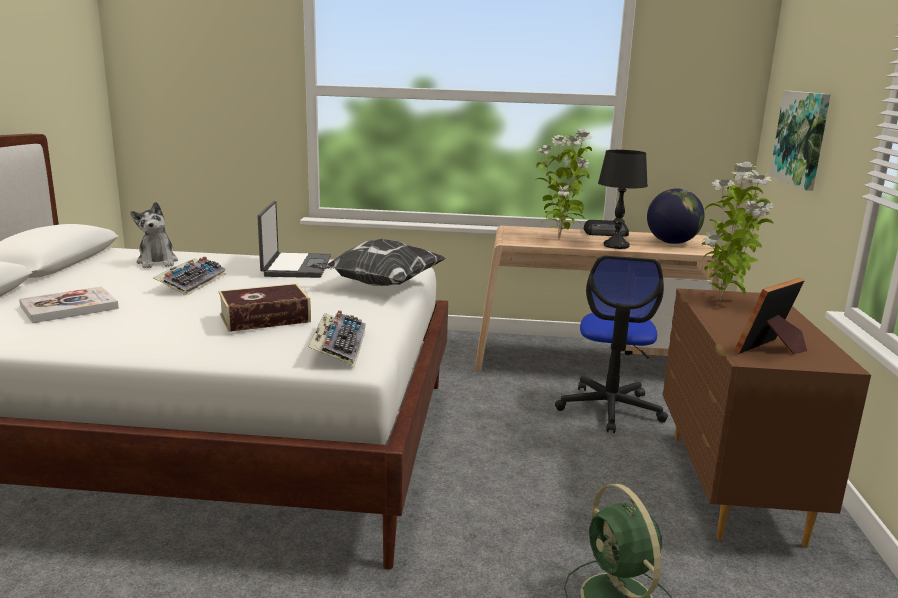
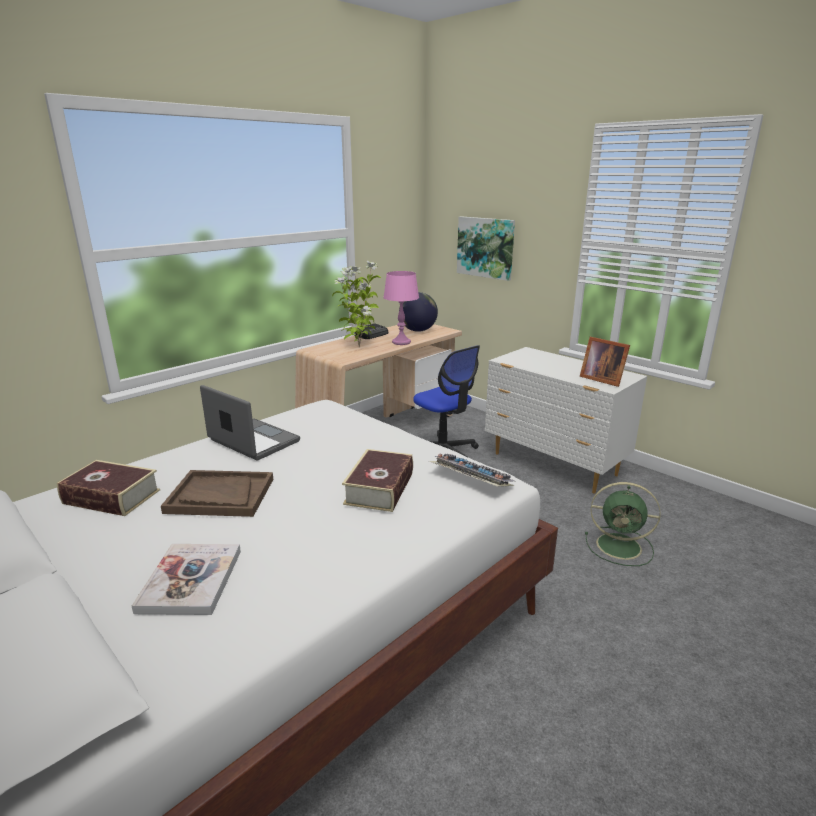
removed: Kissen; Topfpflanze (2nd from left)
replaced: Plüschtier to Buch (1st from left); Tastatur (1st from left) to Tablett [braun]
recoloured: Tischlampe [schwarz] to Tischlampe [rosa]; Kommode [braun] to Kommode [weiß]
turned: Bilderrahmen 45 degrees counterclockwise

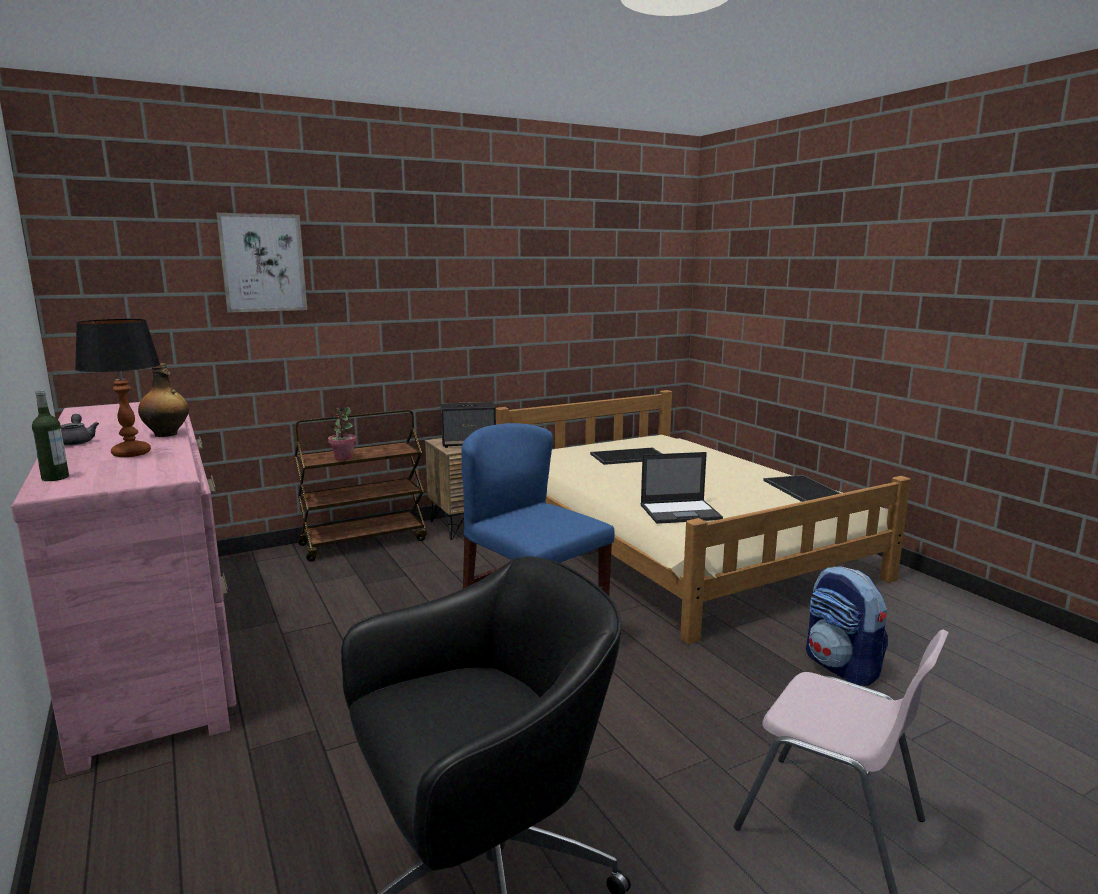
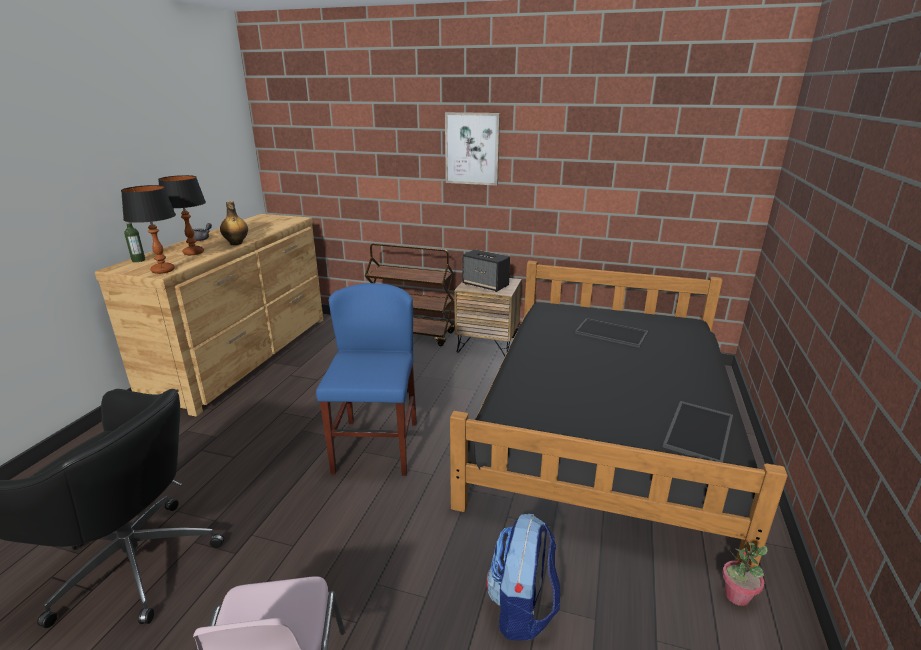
removed: Laptop
added: Tischlampe (1st from left)
moved: Bild; Topfpflanze
recoloured: Kommode [rosa] to Kommode [braun]; Bett [beige] to Bett [schwarz]

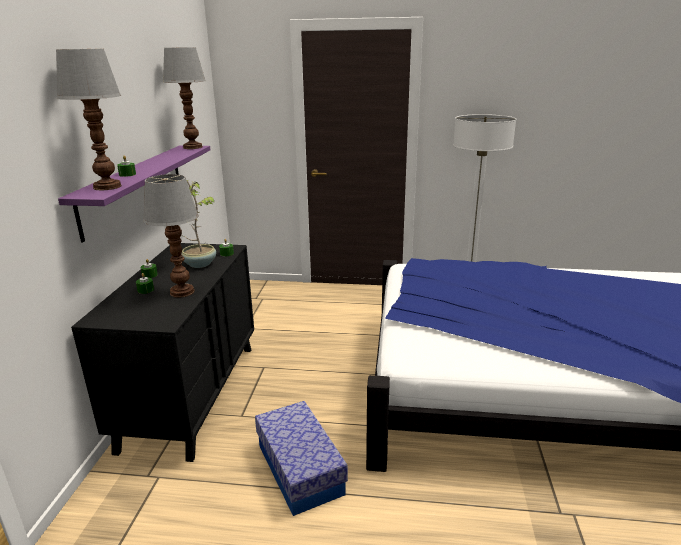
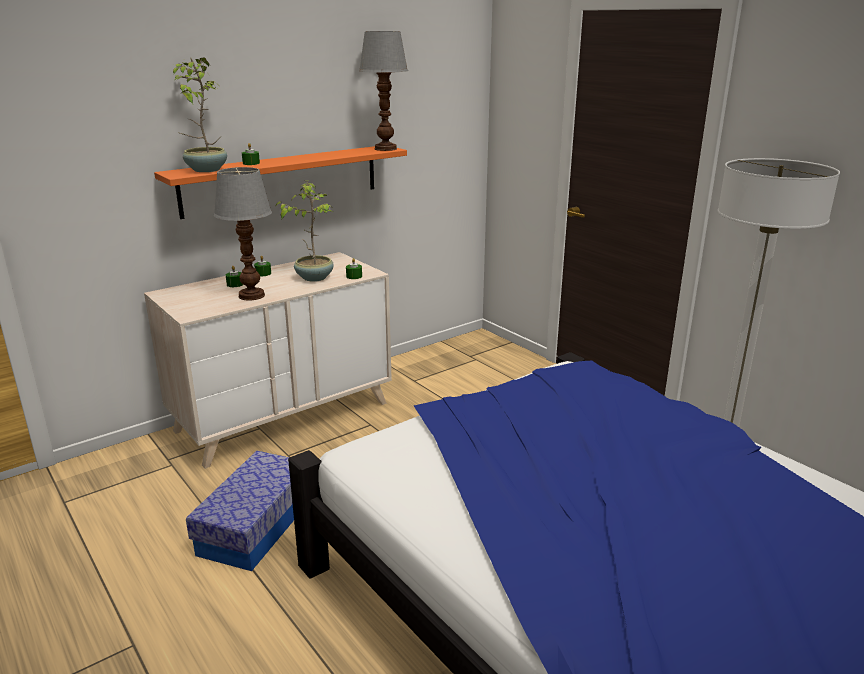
replaced: Tischlampe (1st from left) to Topfpflanze (1st from left)
recoloured: Wandregal [lila] to Wandregal [orange]; Kommode [schwarz] to Kommode [beige]

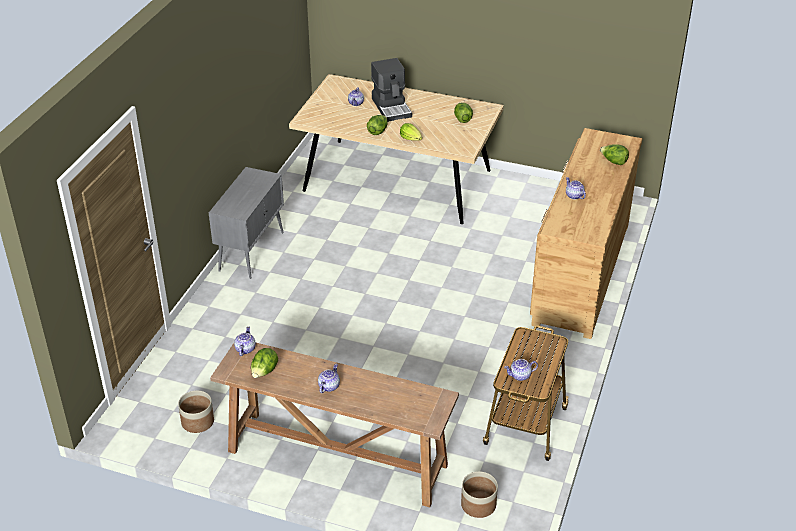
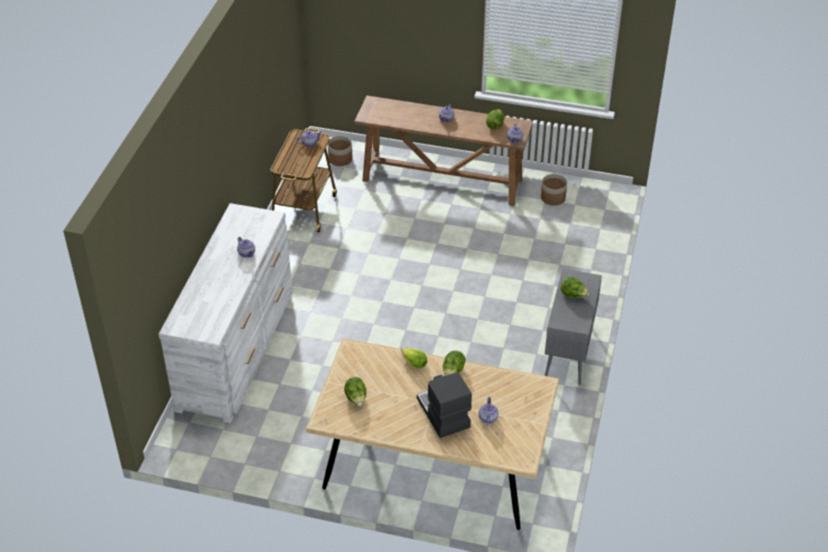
moved: Salatkopf (5th from left)
recoloured: Kommode [braun] to Kommode [weiß]

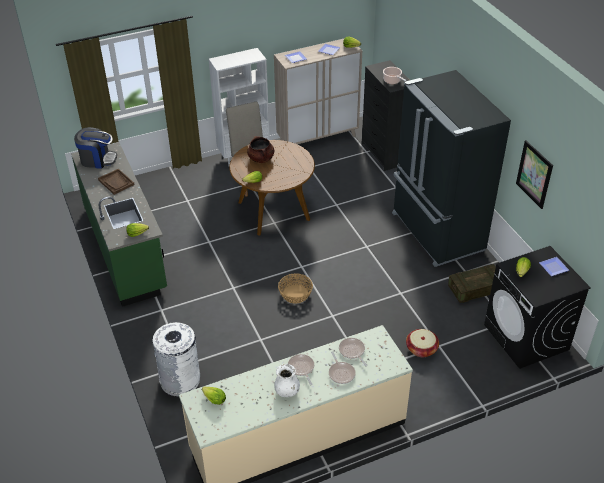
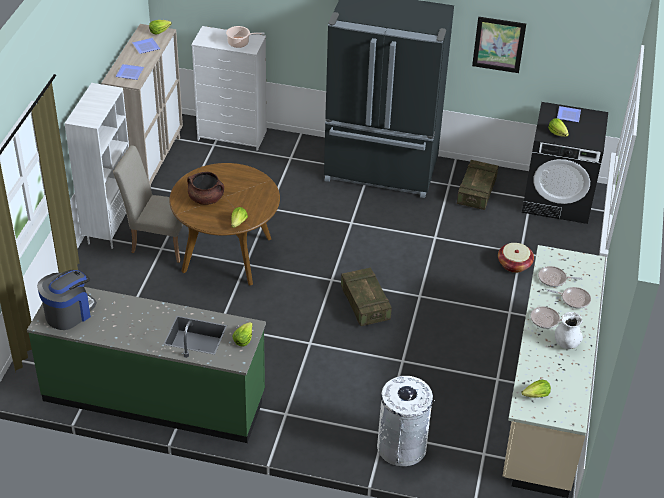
removed: Tablett [braun]
replaced: Korb (1st from left) to Kiste (1st from left)
recoloured: Kommode [schwarz] to Kommode [weiß]

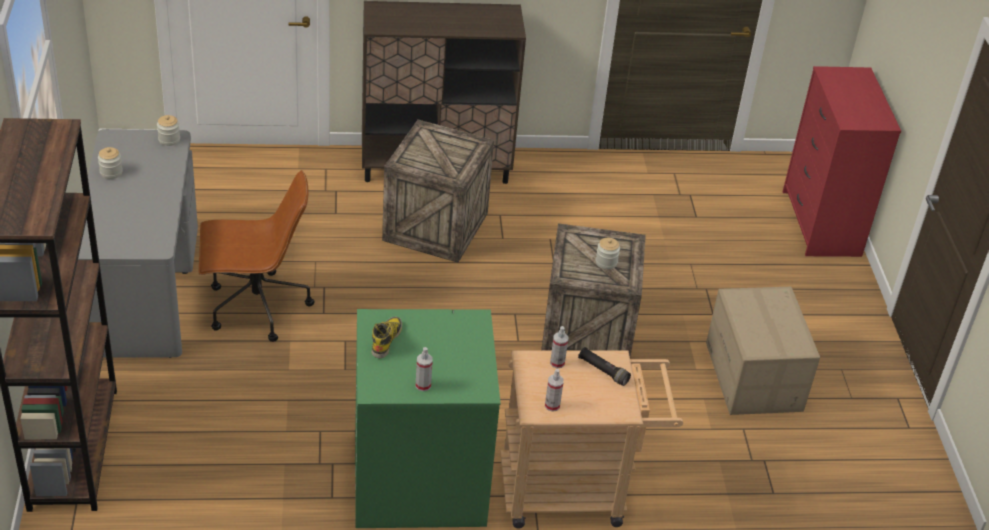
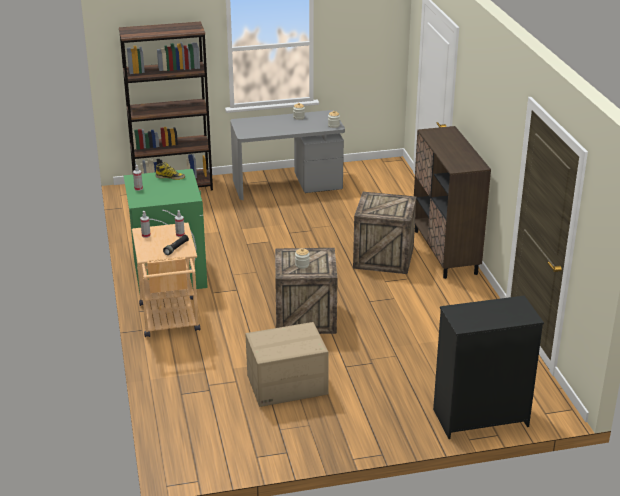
removed: Bürostuhl [braun]
recoloured: Kommode [rot] to Kommode [schwarz]

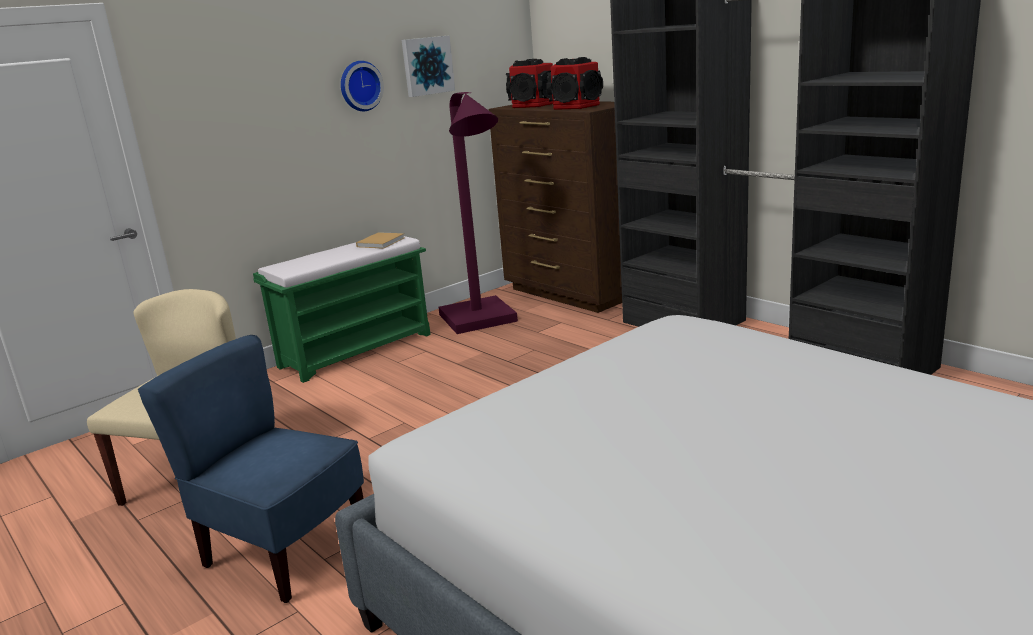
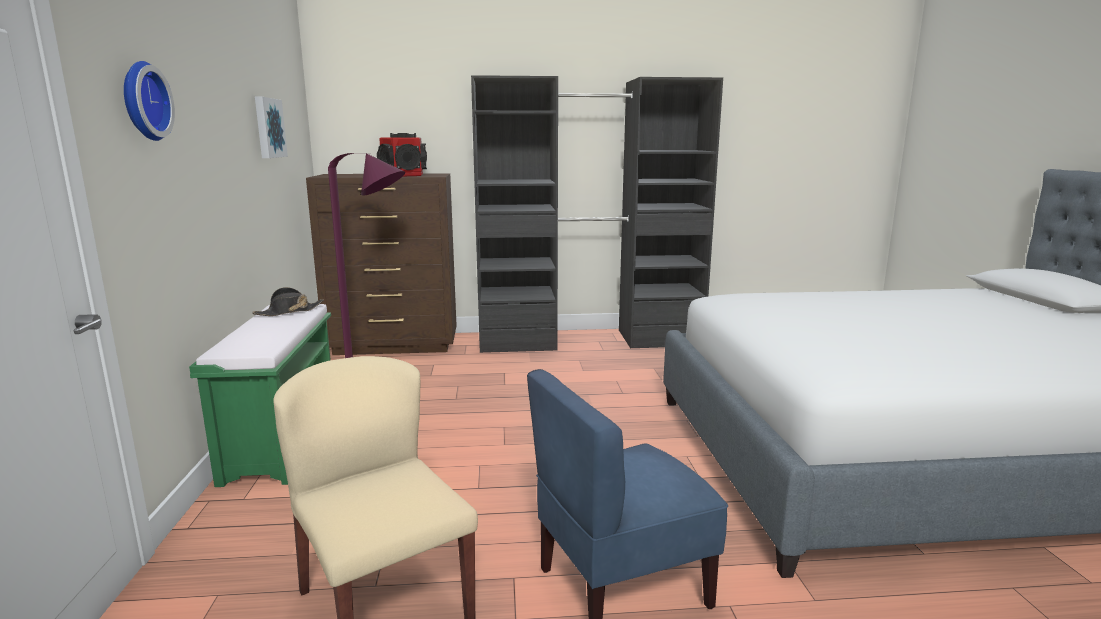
removed: Lautsprecher (1st from left)
moved: Wanduhr
replaced: Buch [beige] to Hut [schwarz]

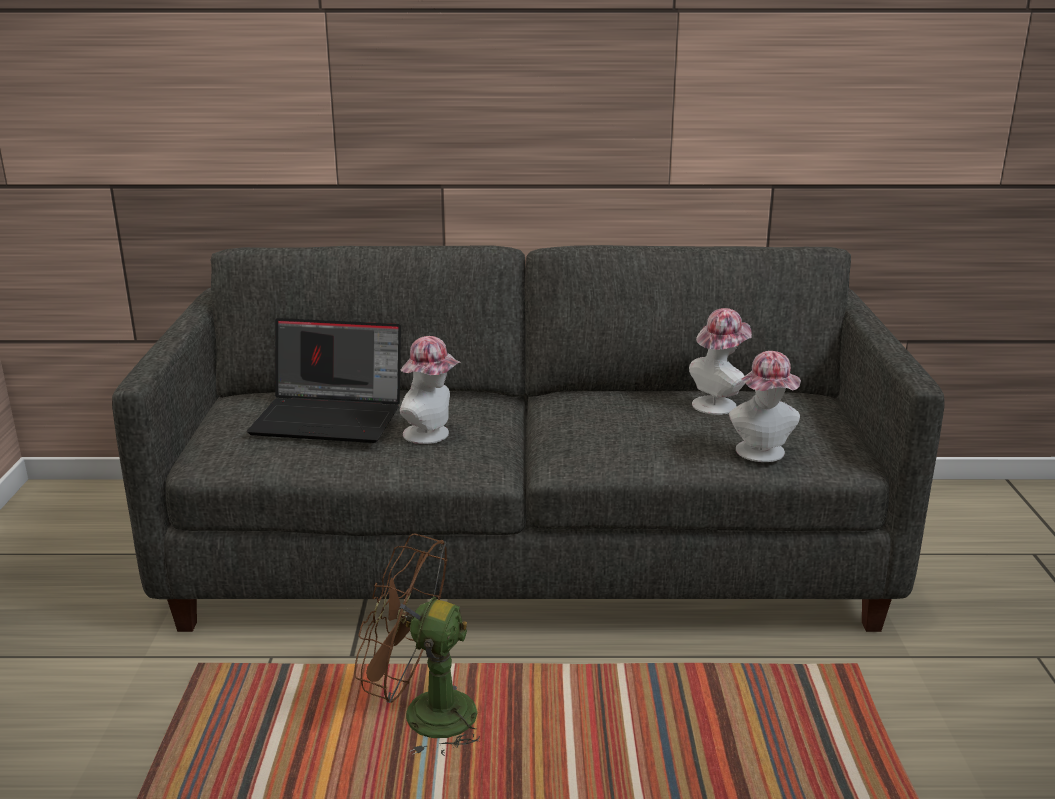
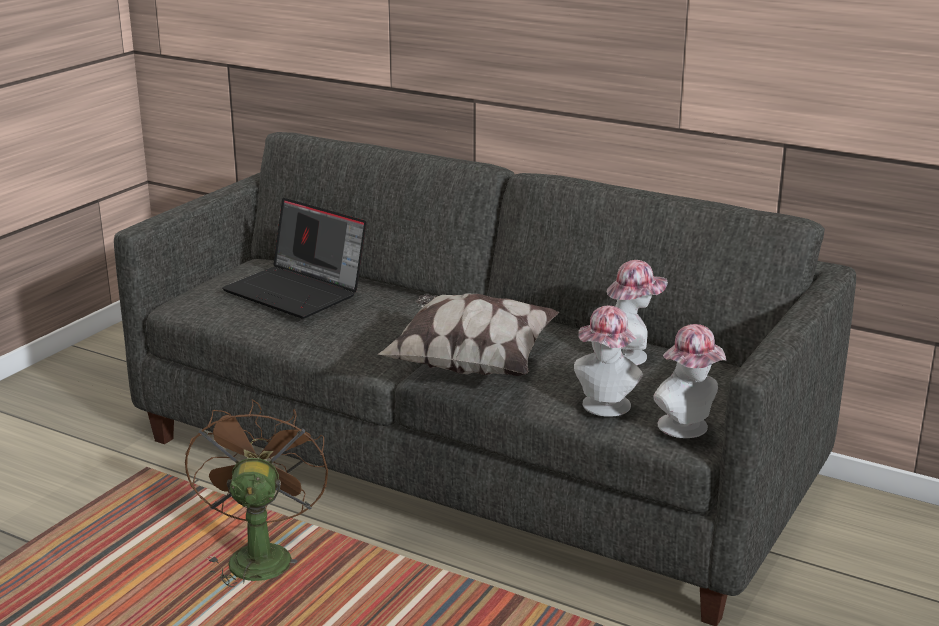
added: Kissen
moved: Hut (1st from left in the first image) to Hut (3rd from left)
turned: Ventilator [braun] 45 degrees clockwise

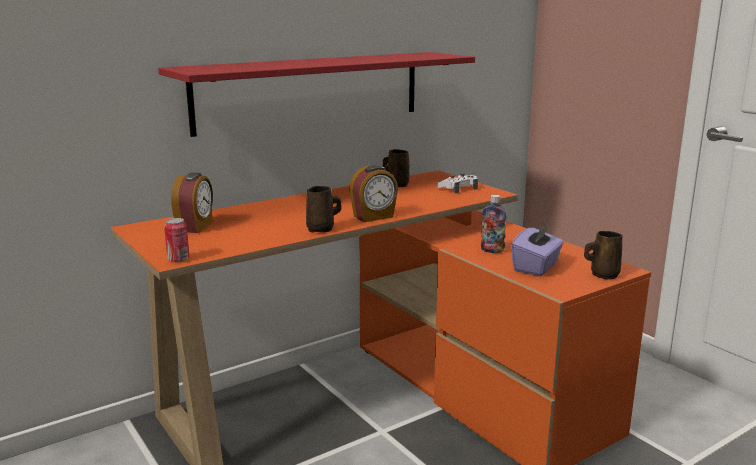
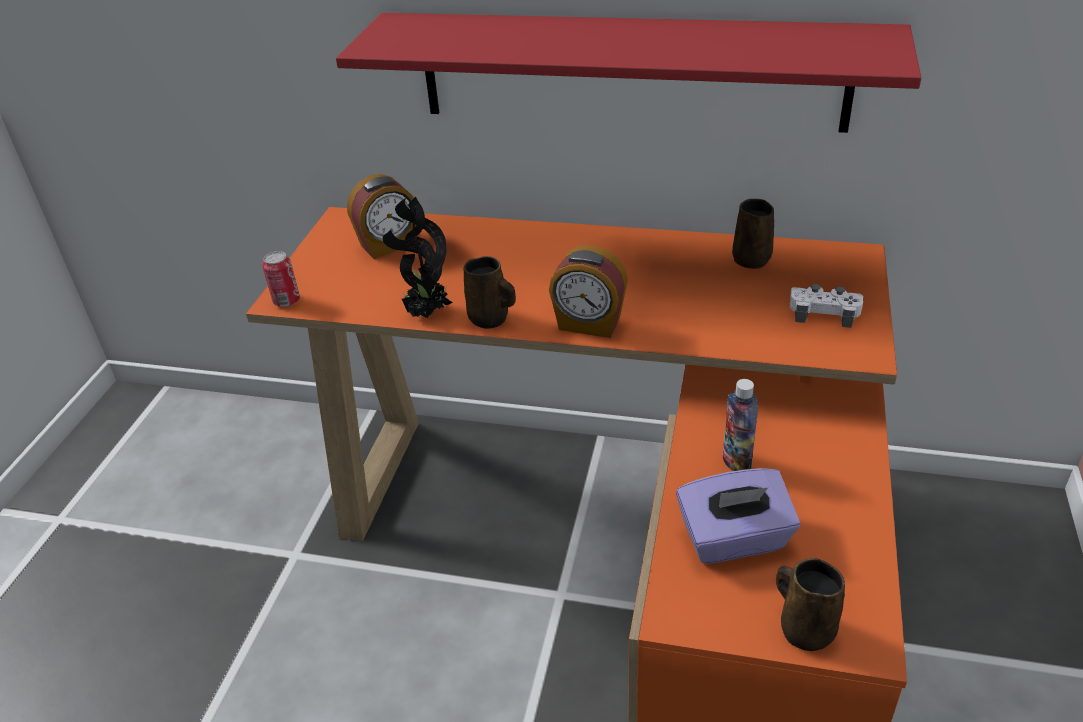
added: Topfpflanze

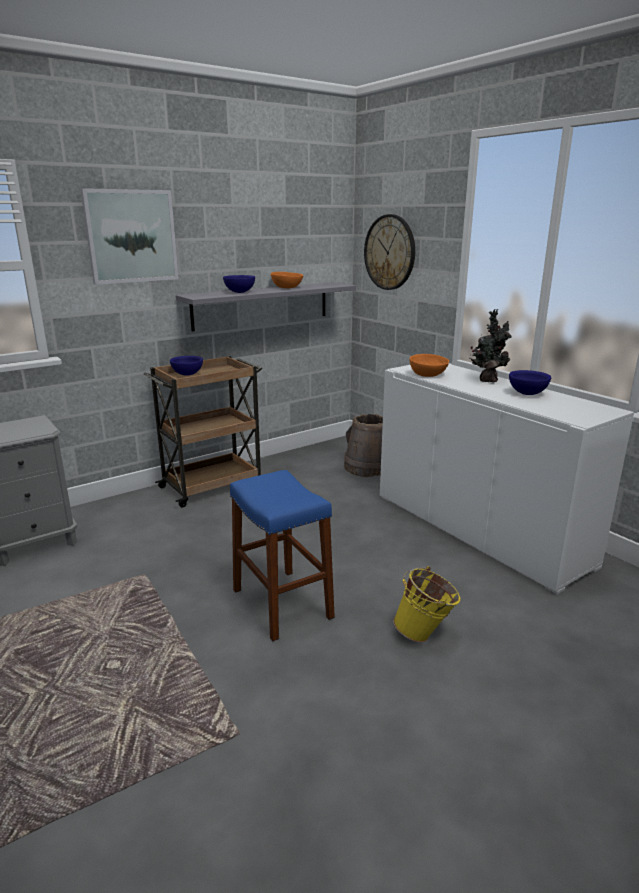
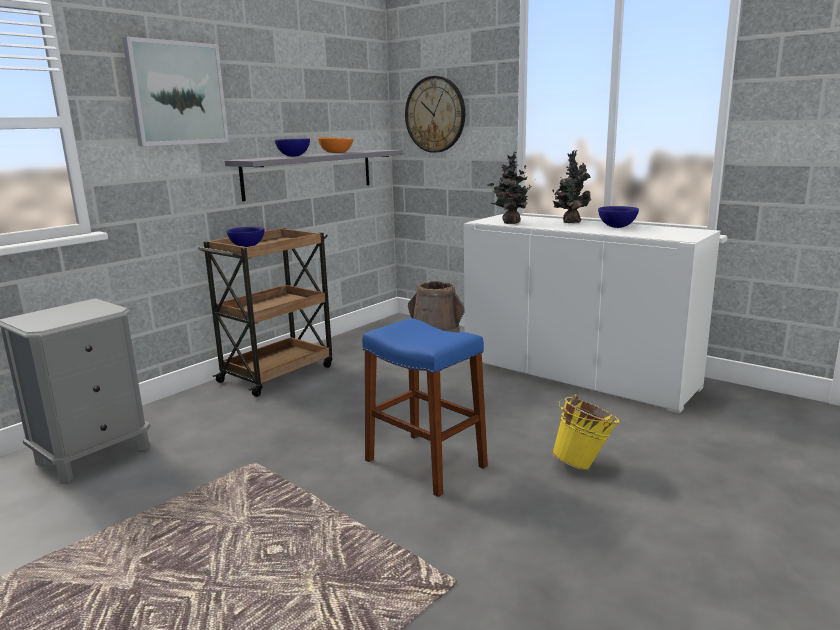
replaced: Schüssel [orange] (2nd from left) to Topfpflanze (1st from left)

